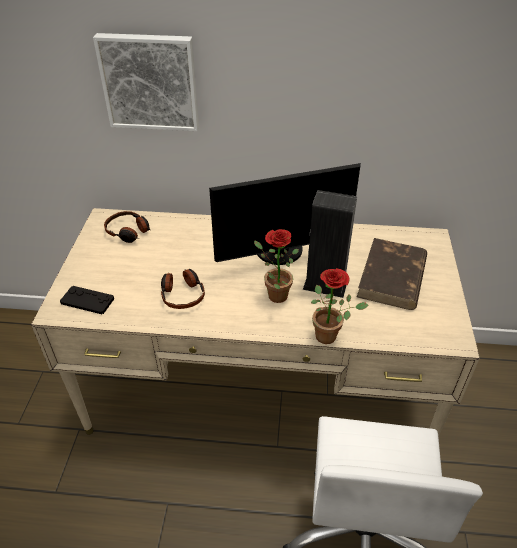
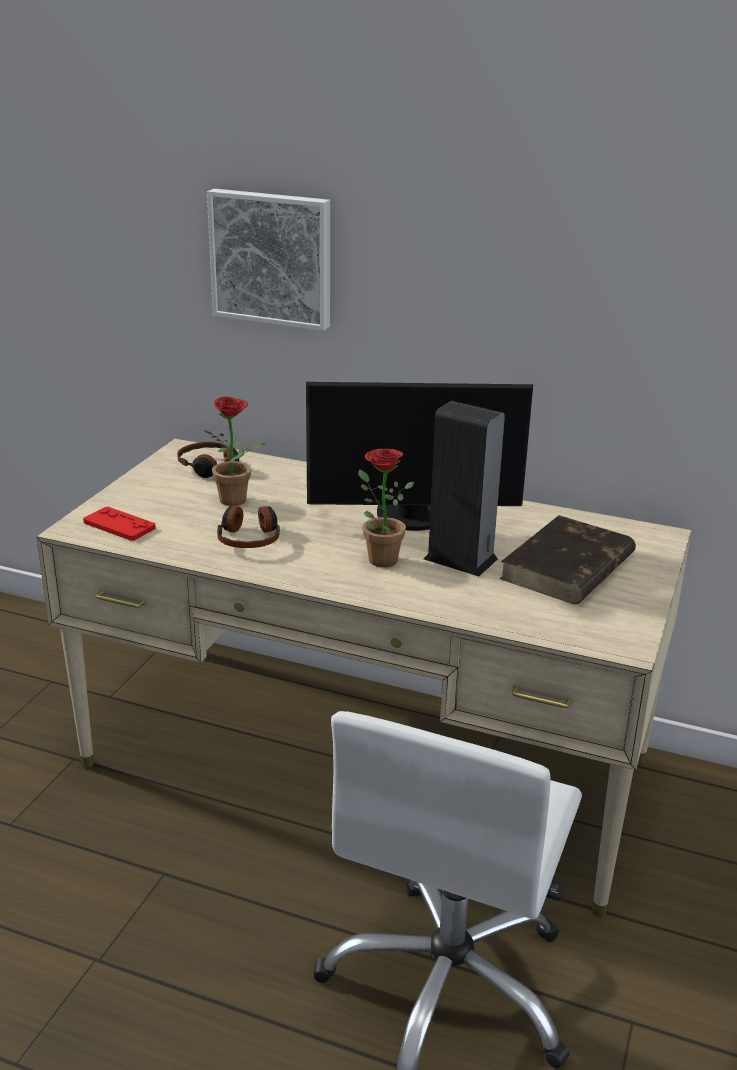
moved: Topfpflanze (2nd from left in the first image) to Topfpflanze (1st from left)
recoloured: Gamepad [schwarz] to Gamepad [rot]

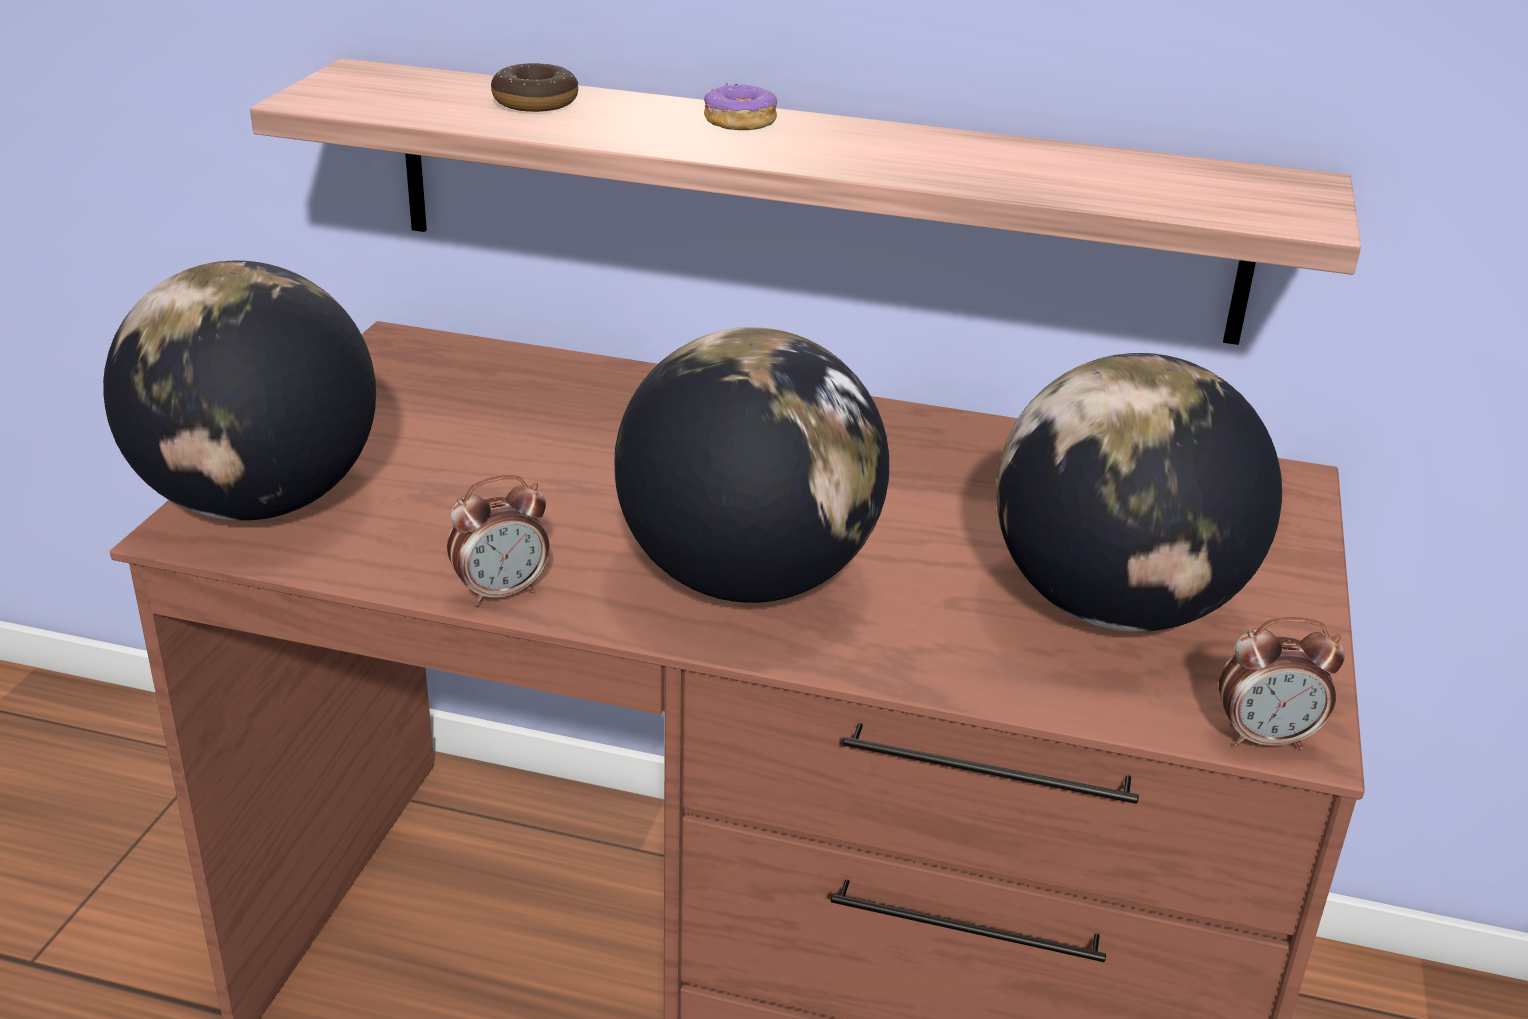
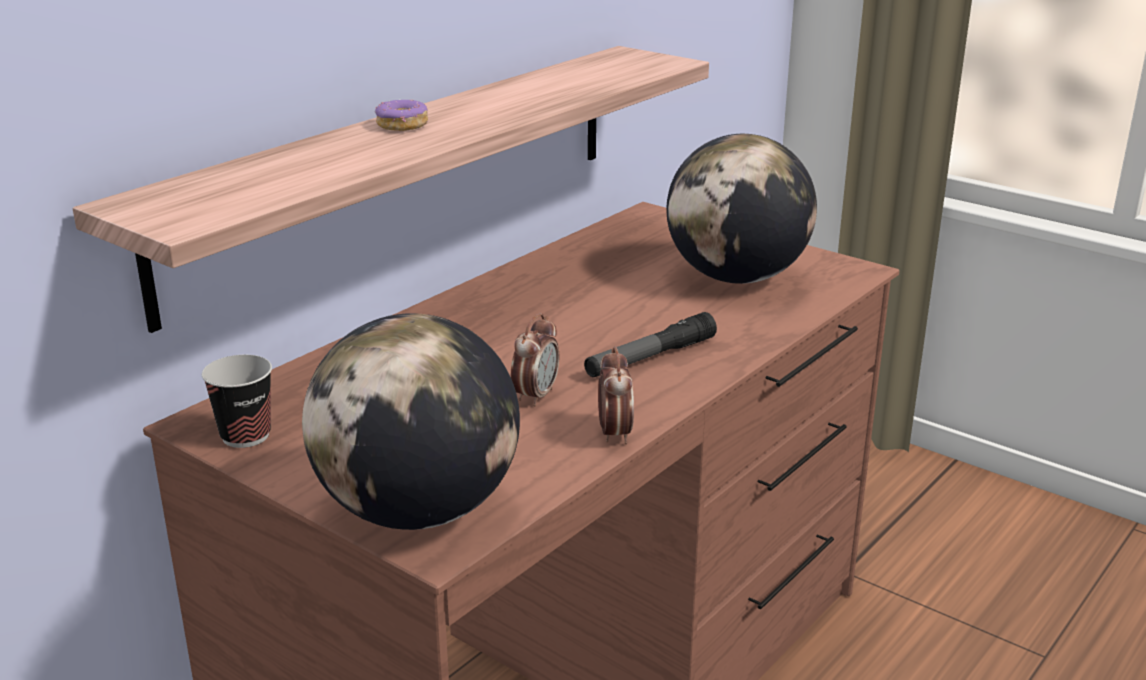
removed: Donut (1st from left)
added: Tasse
moved: Wecker (2nd from left in the first image) to Wecker (1st from left)
replaced: Globus (2nd from left) to Taschenlampe

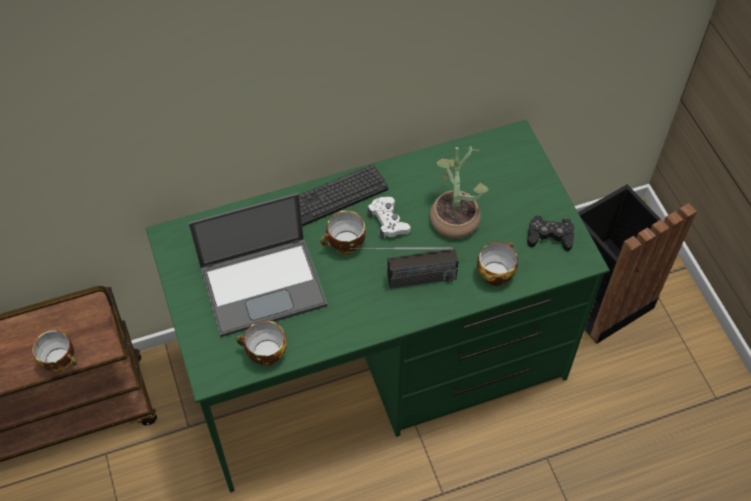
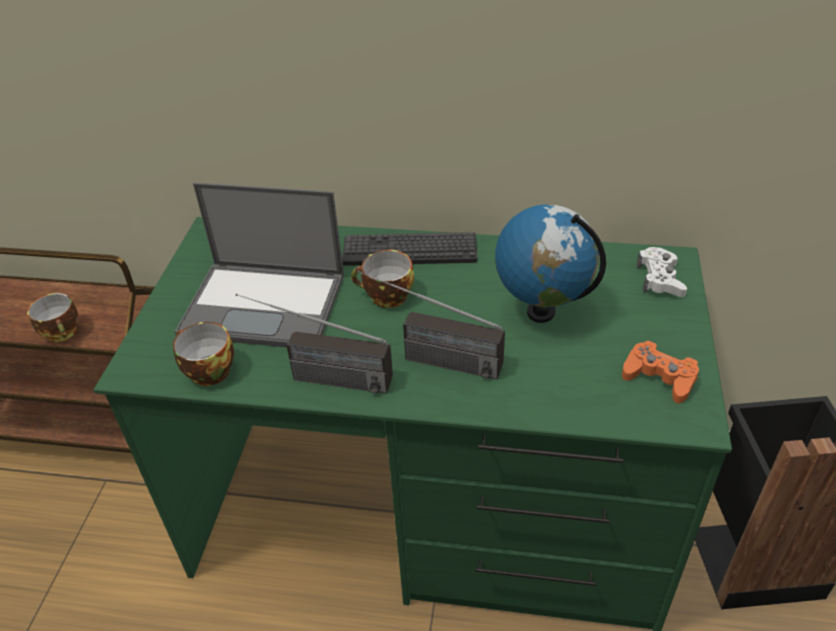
removed: Tasse (4th from left)
added: Radio (1st from left)
moved: Gamepad [weiß]
replaced: Topfpflanze to Globus
recoloured: Gamepad [schwarz] to Gamepad [orange]

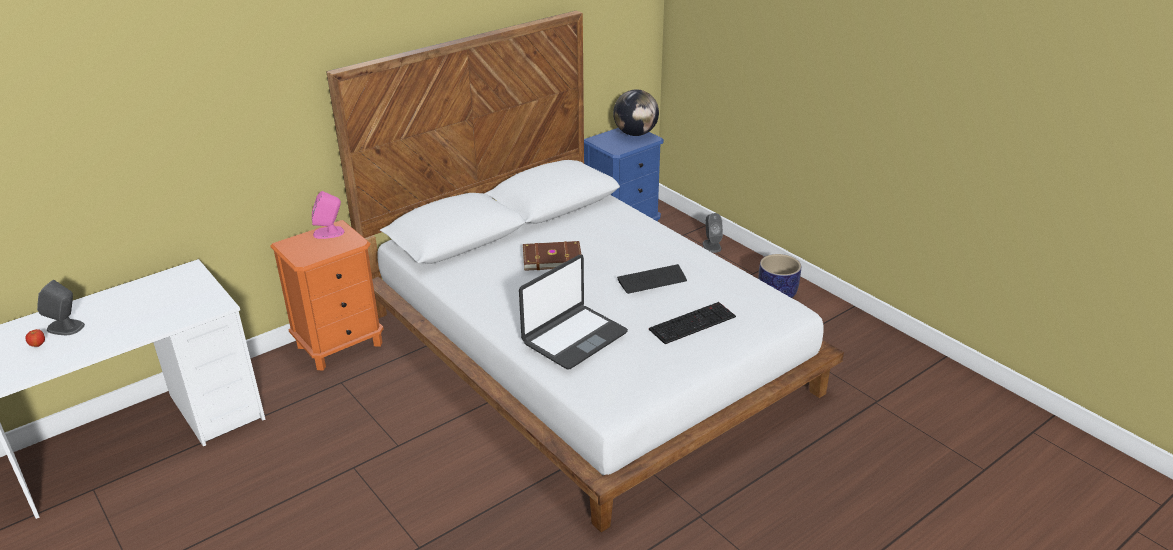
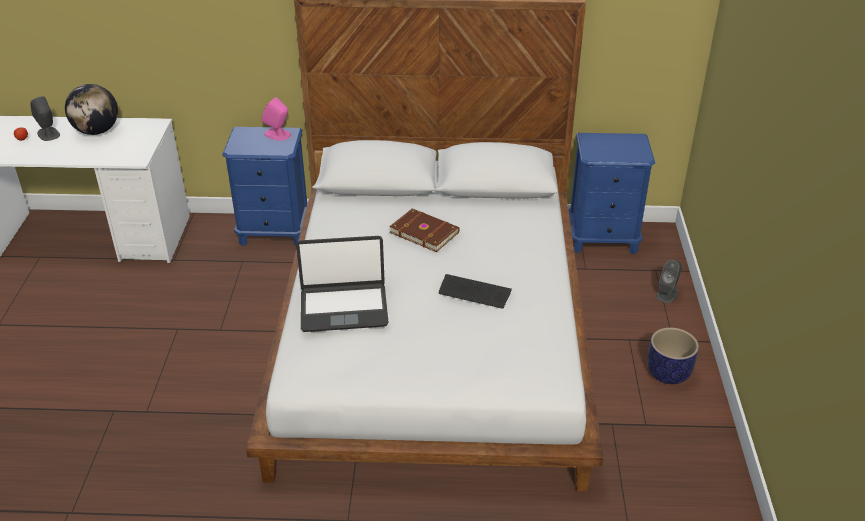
removed: Tastatur (2nd from left)
moved: Globus
recoloured: Nachttisch [orange] to Nachttisch [blau] (1st from left)

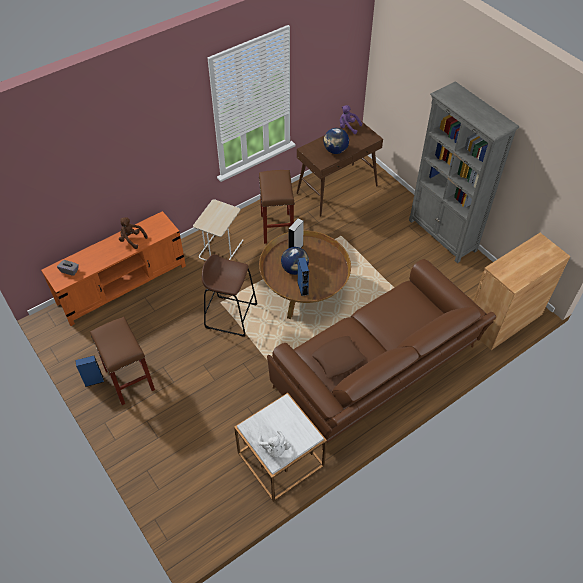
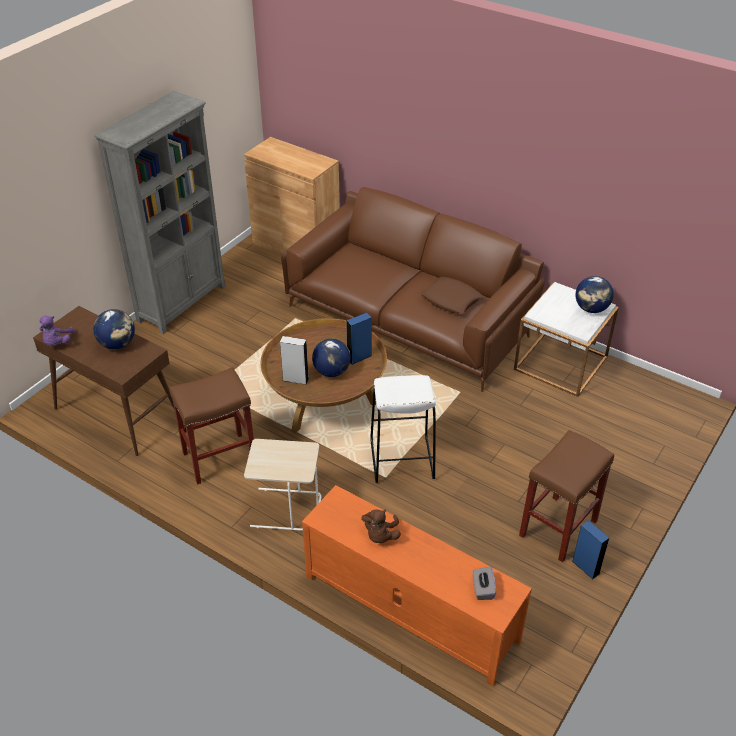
replaced: Plüschtier [weiß] to Globus (3rd from left)
recoloured: Hocker [braun] (2nd from left) to Hocker [weiß]

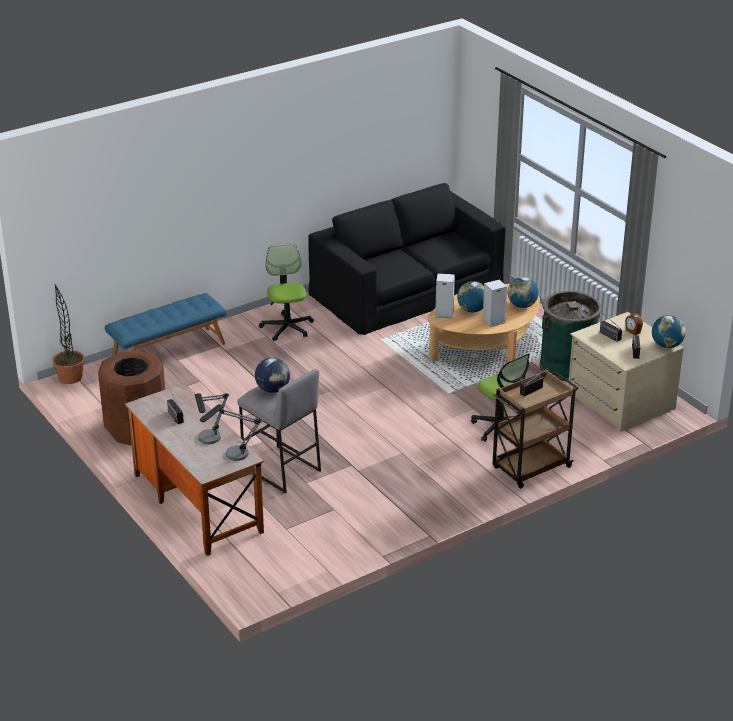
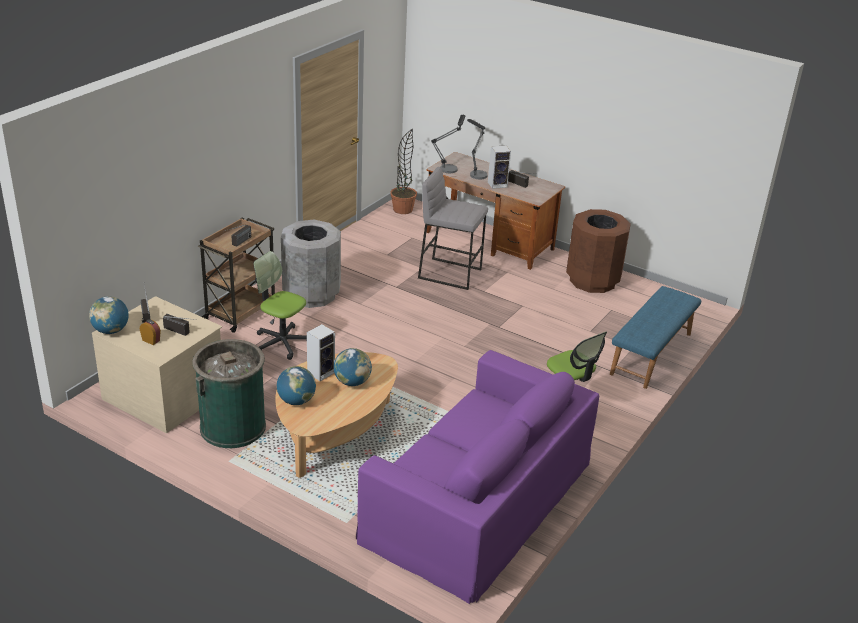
removed: Globus (1st from left)
added: Mülleimer [grau]
moved: Topfpflanze; Lautsprecher (1st from left in the first image) to Lautsprecher (2nd from left)
recoloured: Sofa [schwarz] to Sofa [lila]

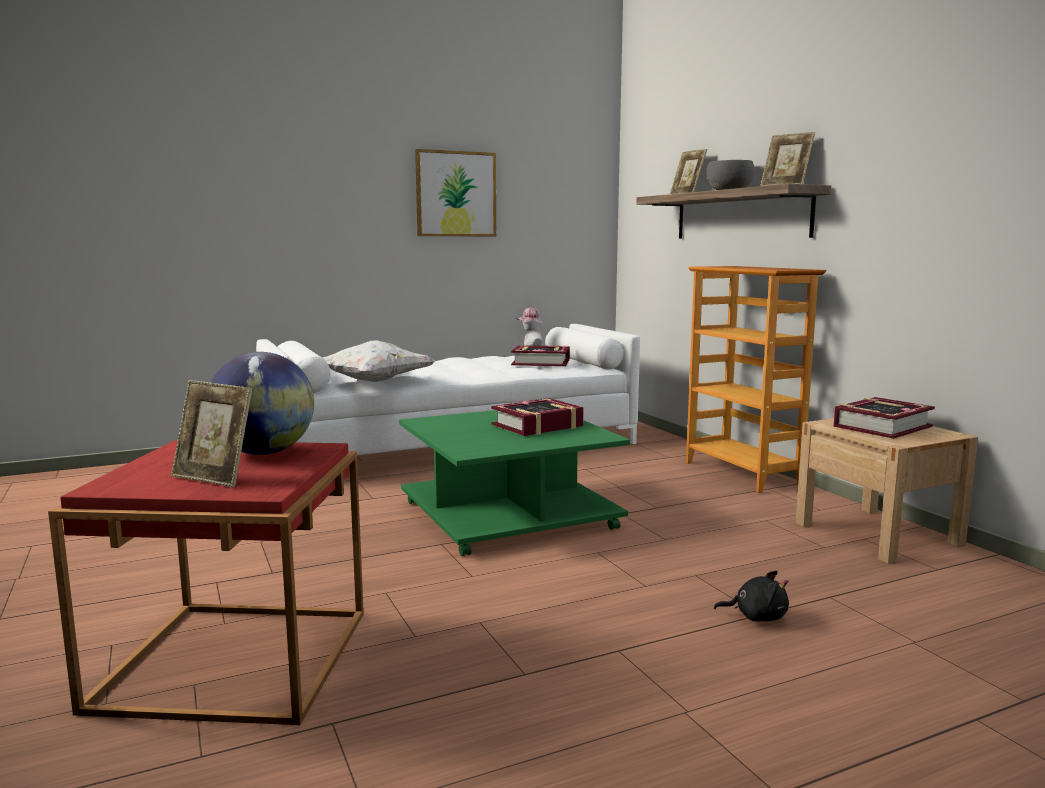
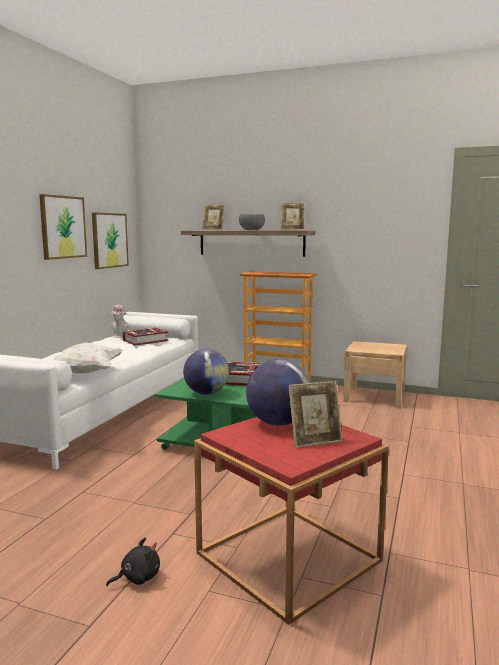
removed: Buch (3rd from left)
added: Bild (2nd from left); Globus (1st from left)
moved: Plüschtier [schwarz]

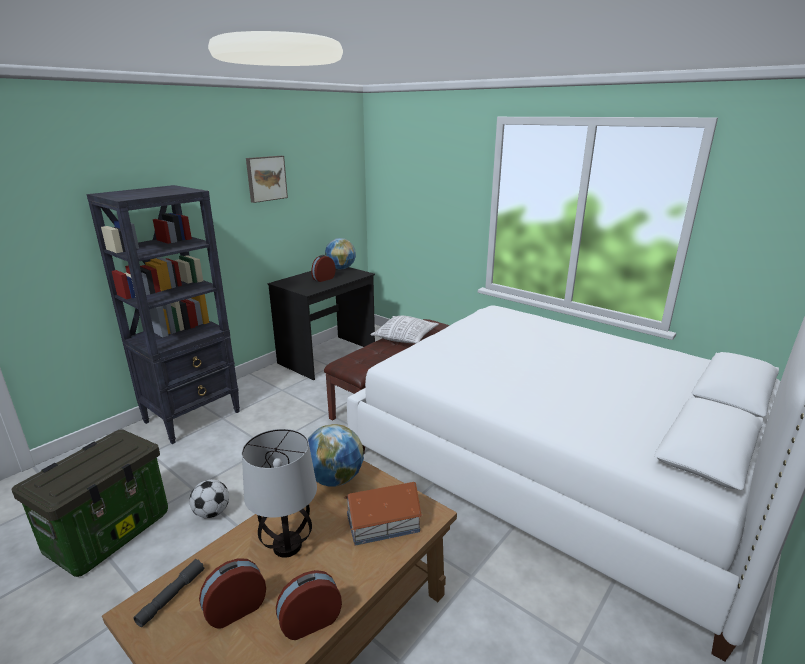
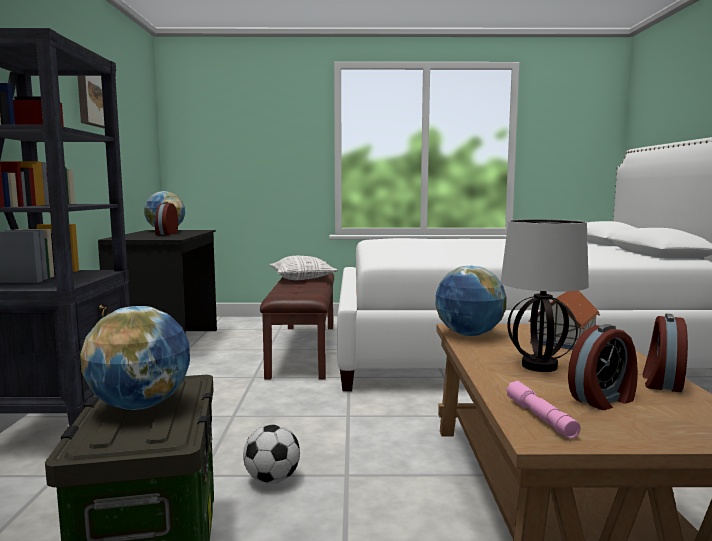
added: Globus (1st from left)
recoloured: Taschenlampe [grau] to Taschenlampe [rosa]
turned: Wecker (1st from left in the first image) 135 degrees counterclockwise

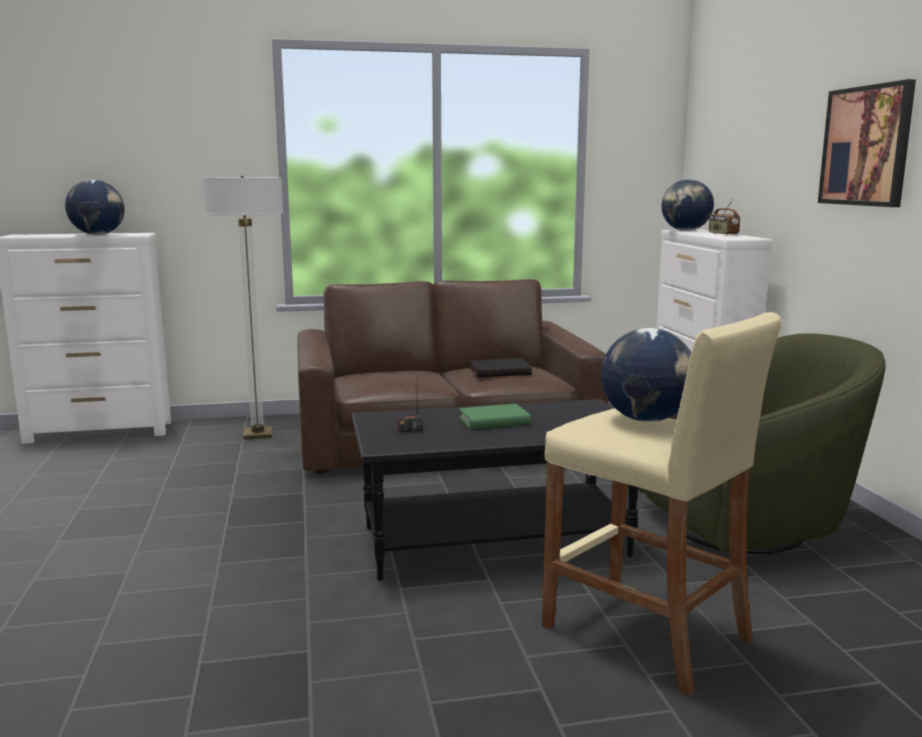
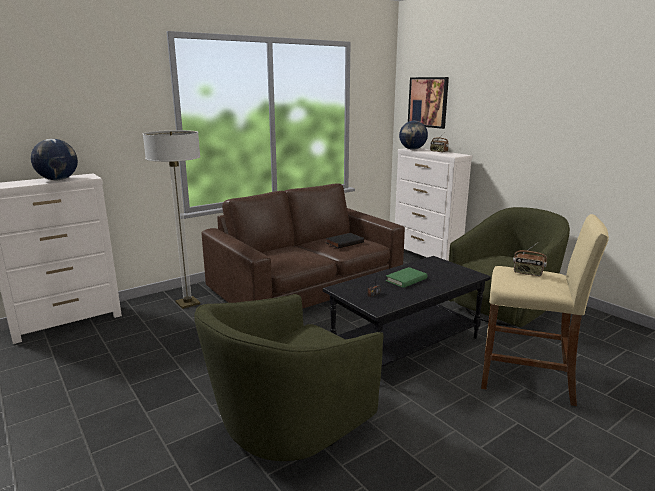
added: Sessel [grün] (1st from left)
moved: Bild
replaced: Globus (2nd from left) to Radio (3rd from left)

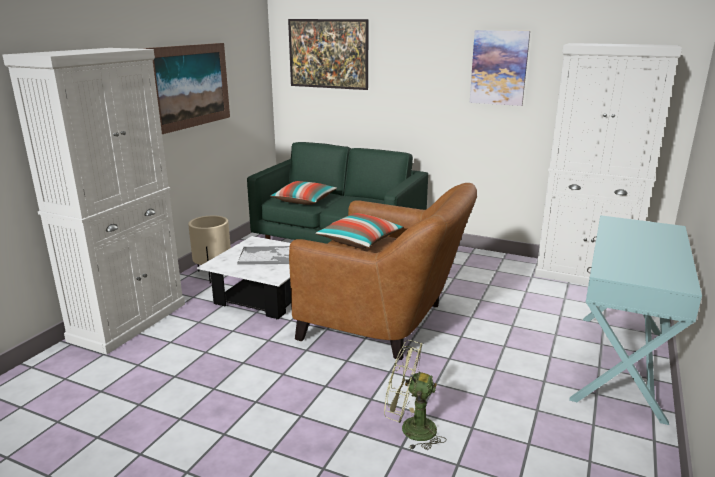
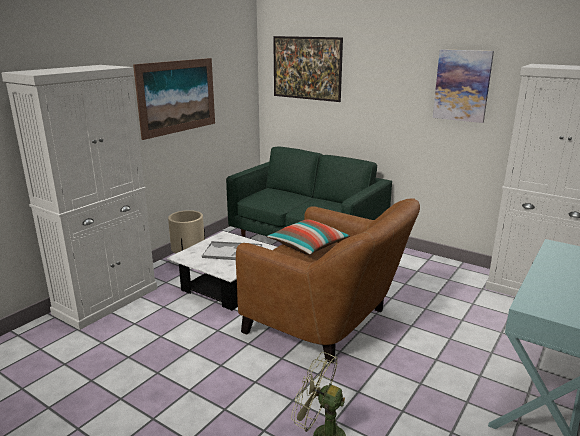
removed: Kissen (1st from left)

